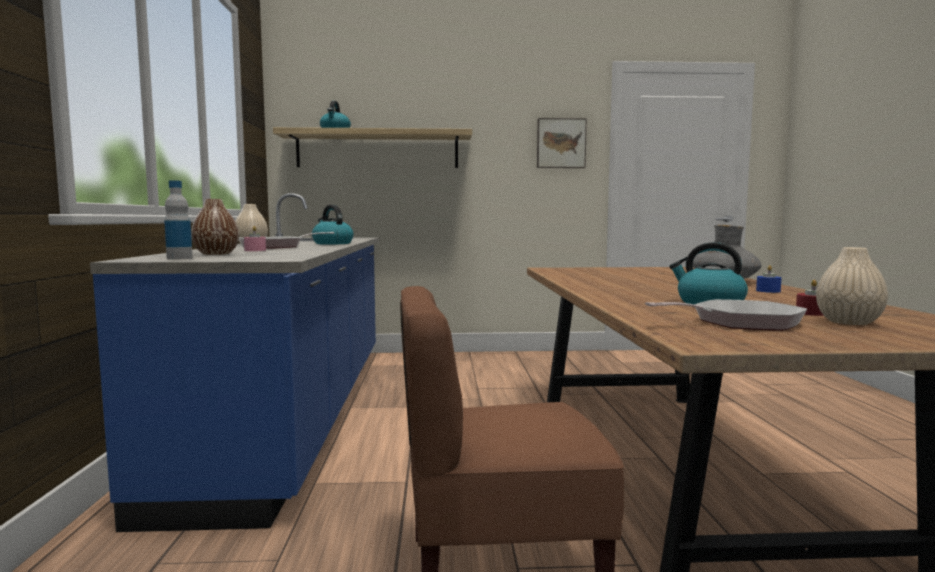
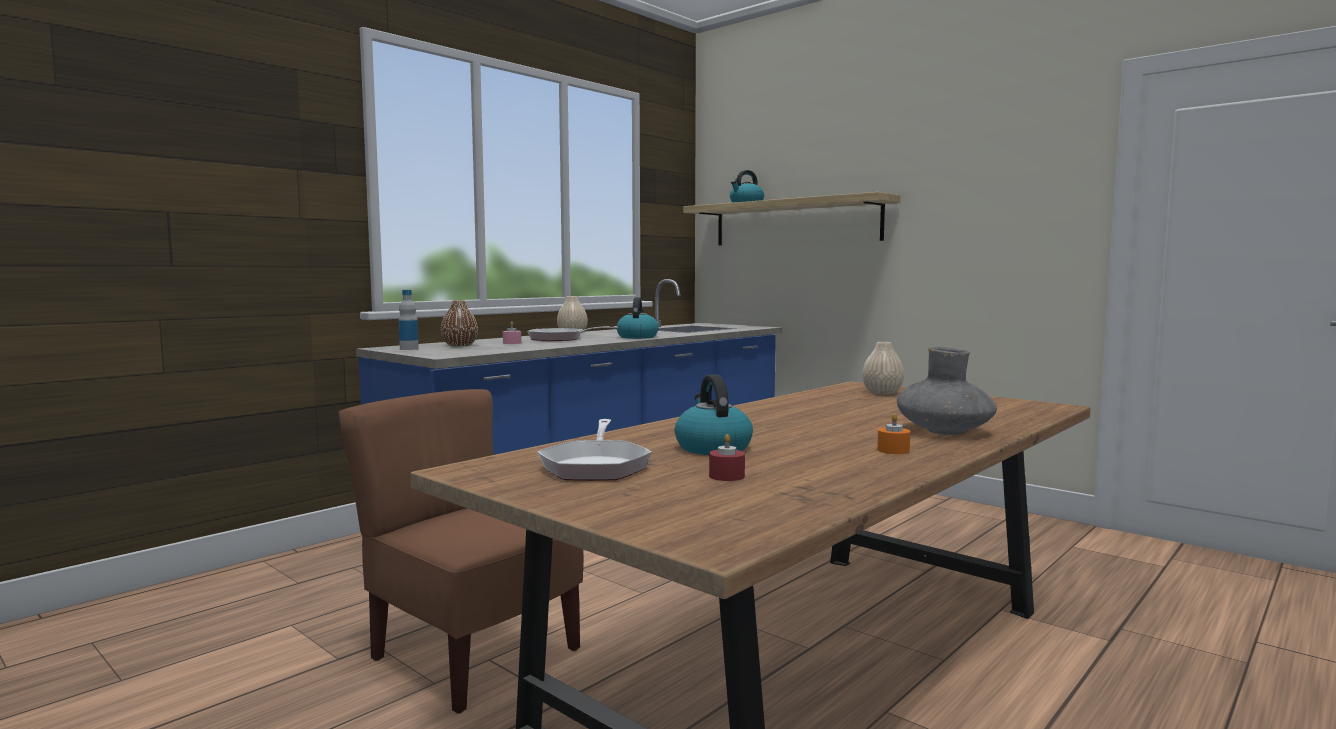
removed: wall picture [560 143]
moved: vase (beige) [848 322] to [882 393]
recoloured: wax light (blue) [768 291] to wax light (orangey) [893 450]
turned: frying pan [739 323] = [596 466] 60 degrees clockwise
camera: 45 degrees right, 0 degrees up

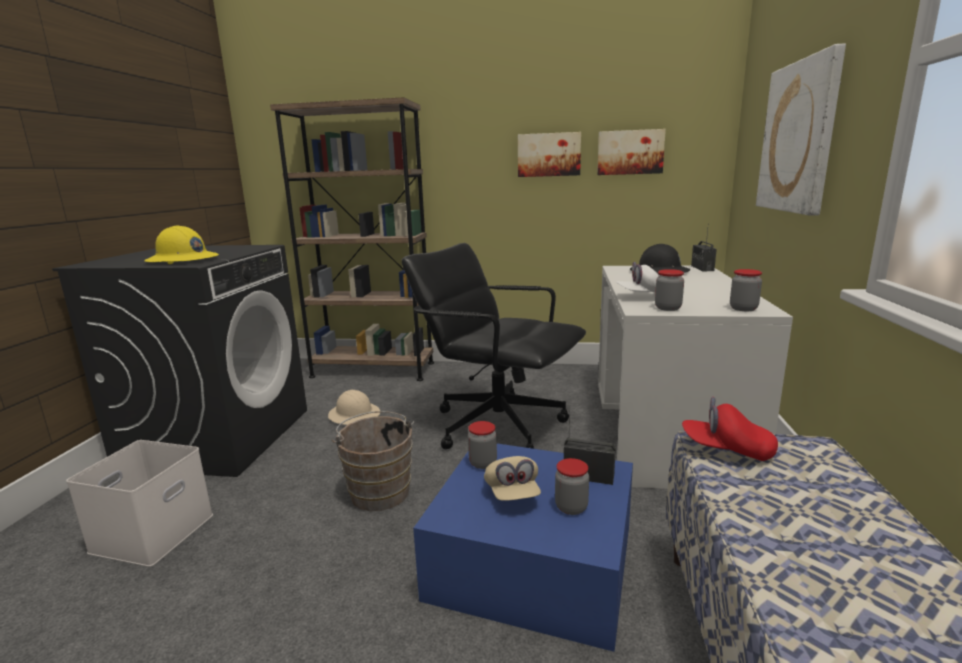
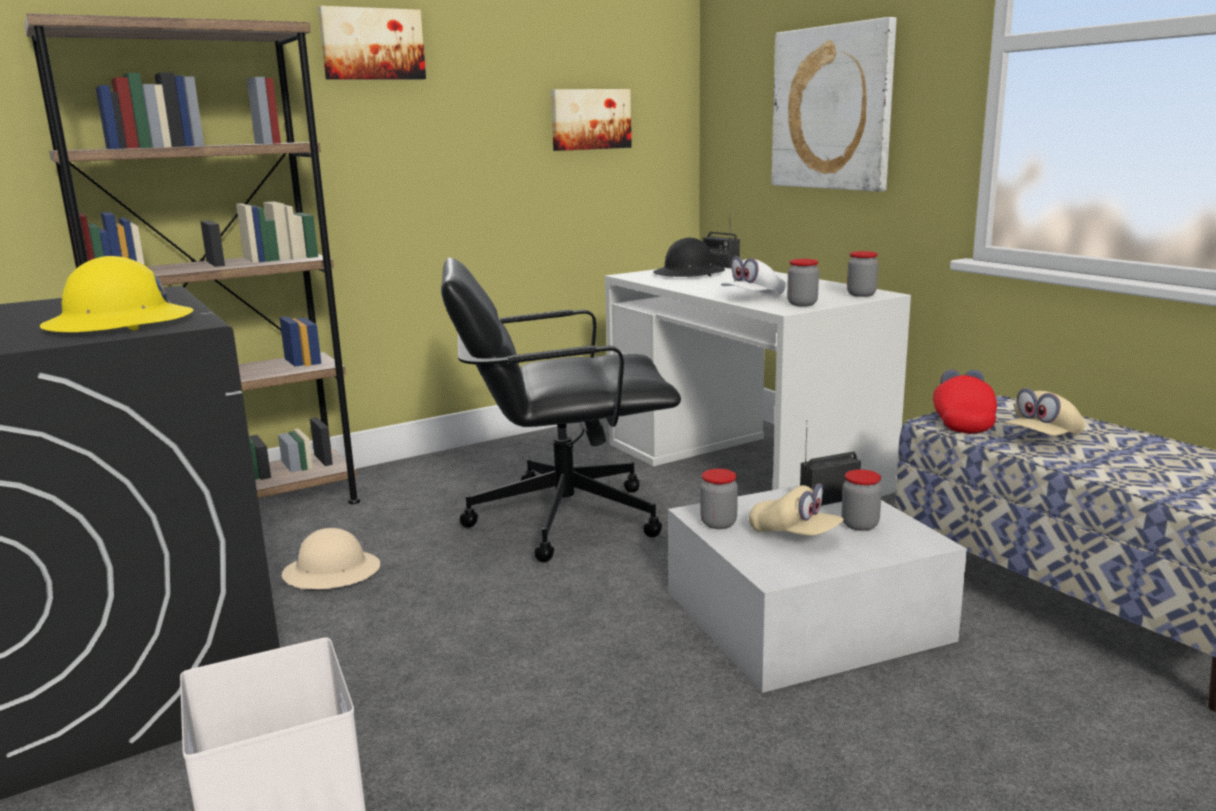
removed: bucket (brown-coloured) [379 490]
added: cap (beige) [1042 439]
moved: wall picture [549 155] to [372 44]
recoloured: storage bin (blue) [532 561] to storage bin (white) [805 615]
turned: cap (reddish) [726 450] = [961 422] 120 degrees clockwise
camera: 40 degrees left, 0 degrees up

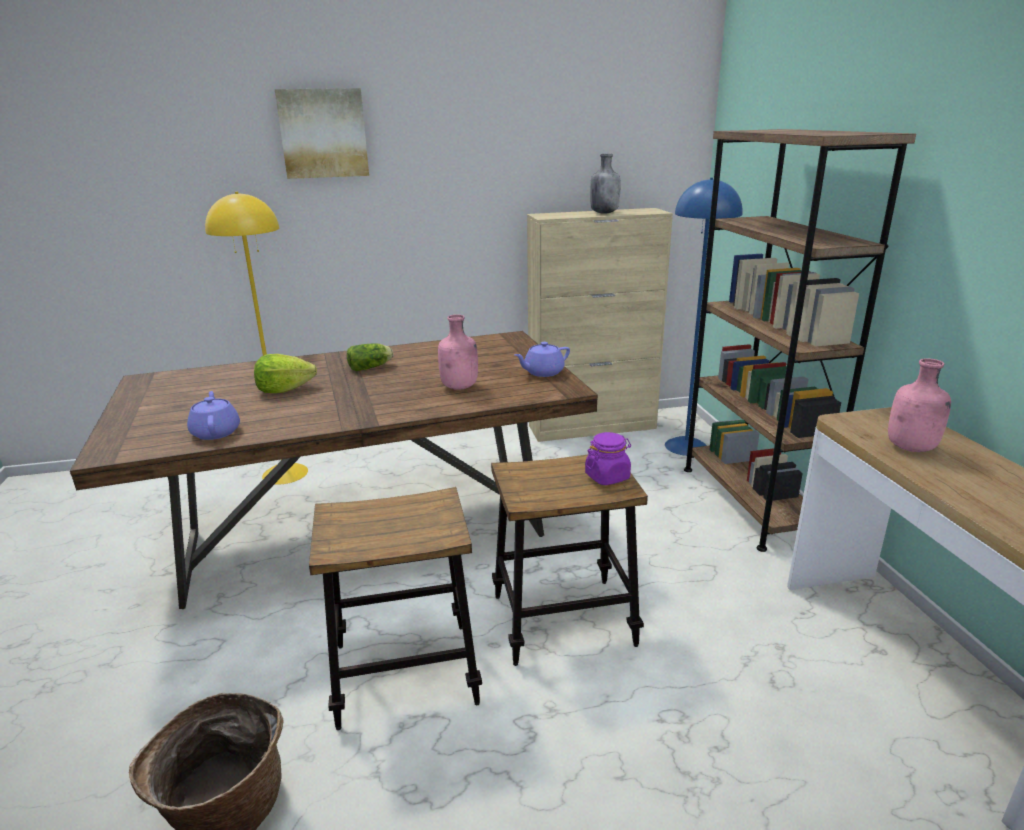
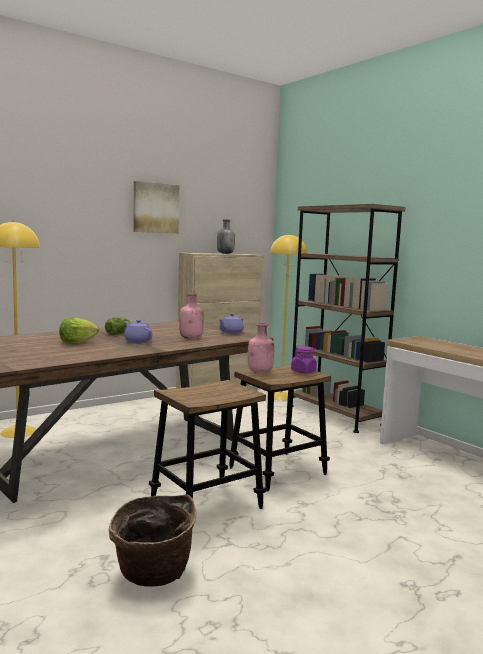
moved: teapot (purple) [216 432] to [137 341]; wall picture [323 133] to [155 208]; beverage bottle (pink-coloured) [911 448] to [260 372]
recoloured: standing lamp (blue) [686 446] to standing lamp (yellowish) [281 396]
camera: 25 degrees left, 15 degrees down

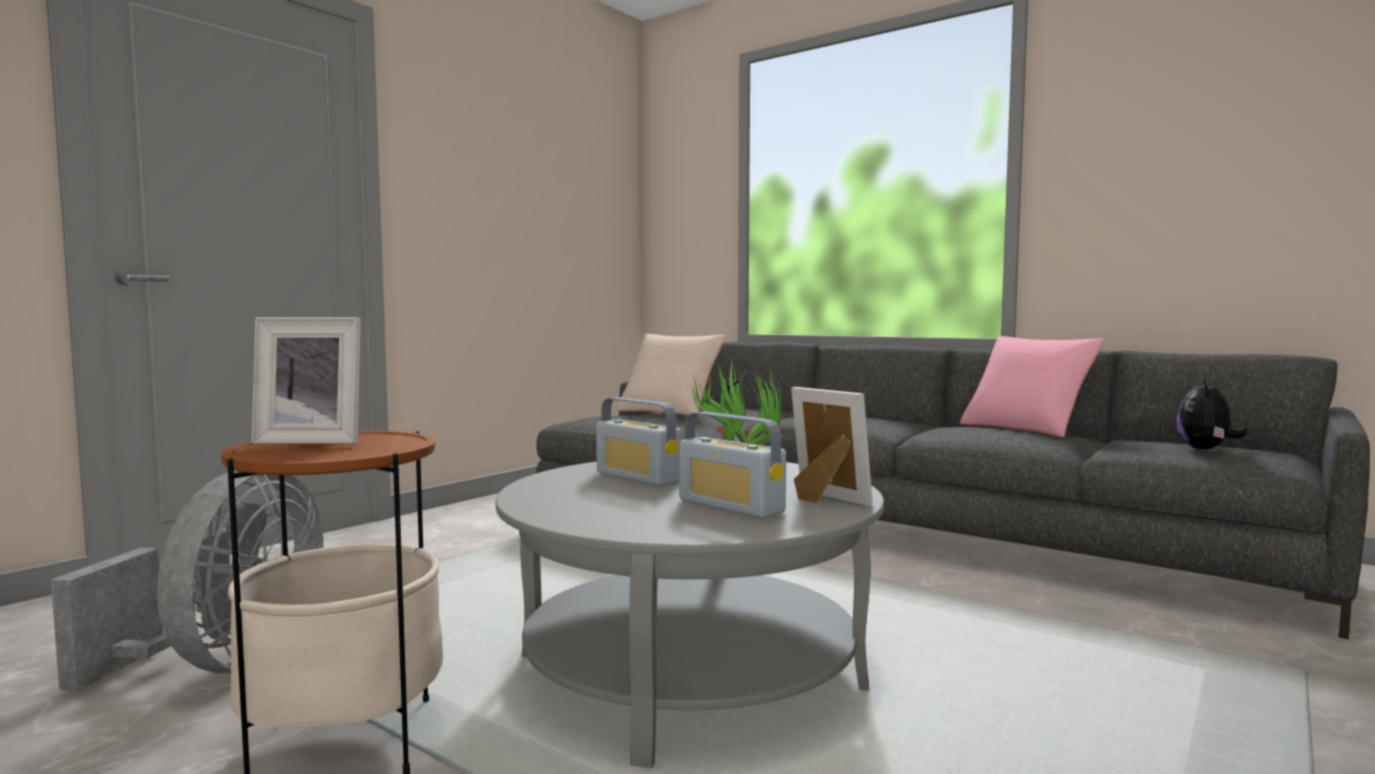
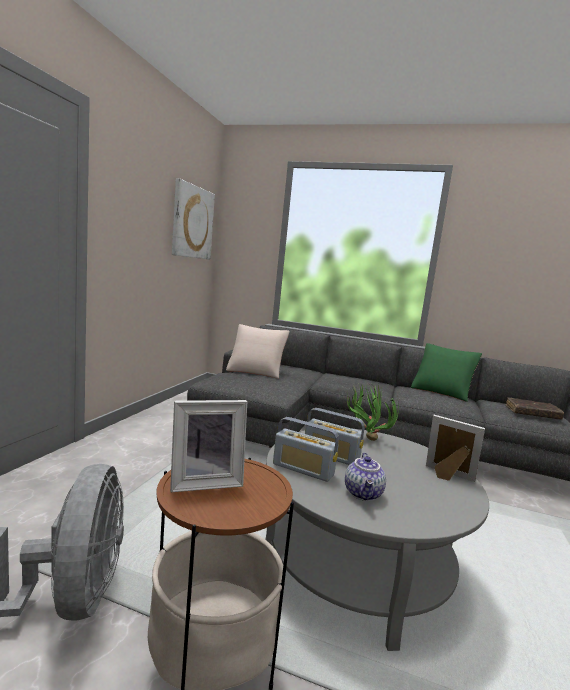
added: wall picture [192 222]; teapot [364 494]
moved: radio receiver [730 506] to [303 469]
replaced: cuddly toy [1206 449] to bound book (brown-coloured) [532 413]
recoloured: cushion (pink-coloured) [1027 428] to cushion (green) [442 391]
camera: 20 degrees left, 5 degrees up

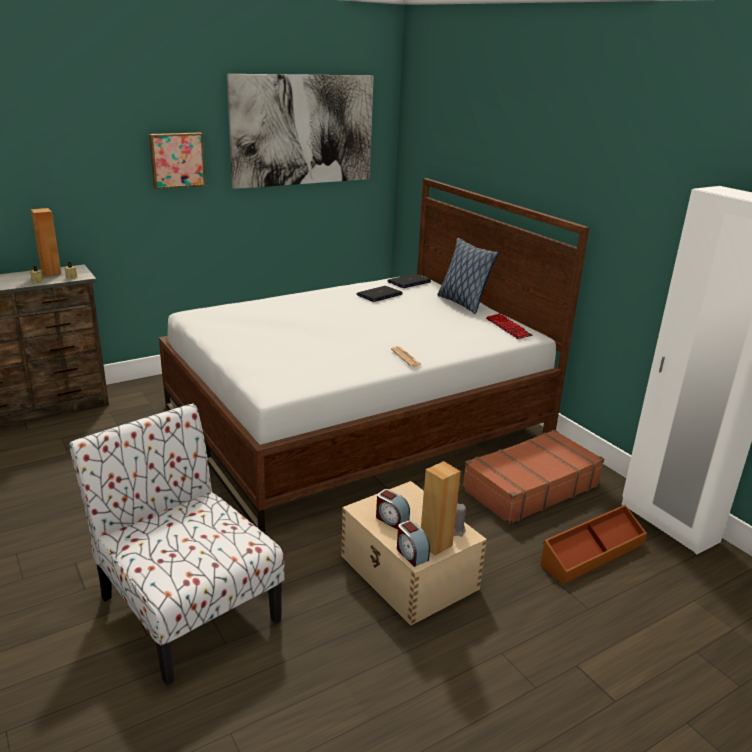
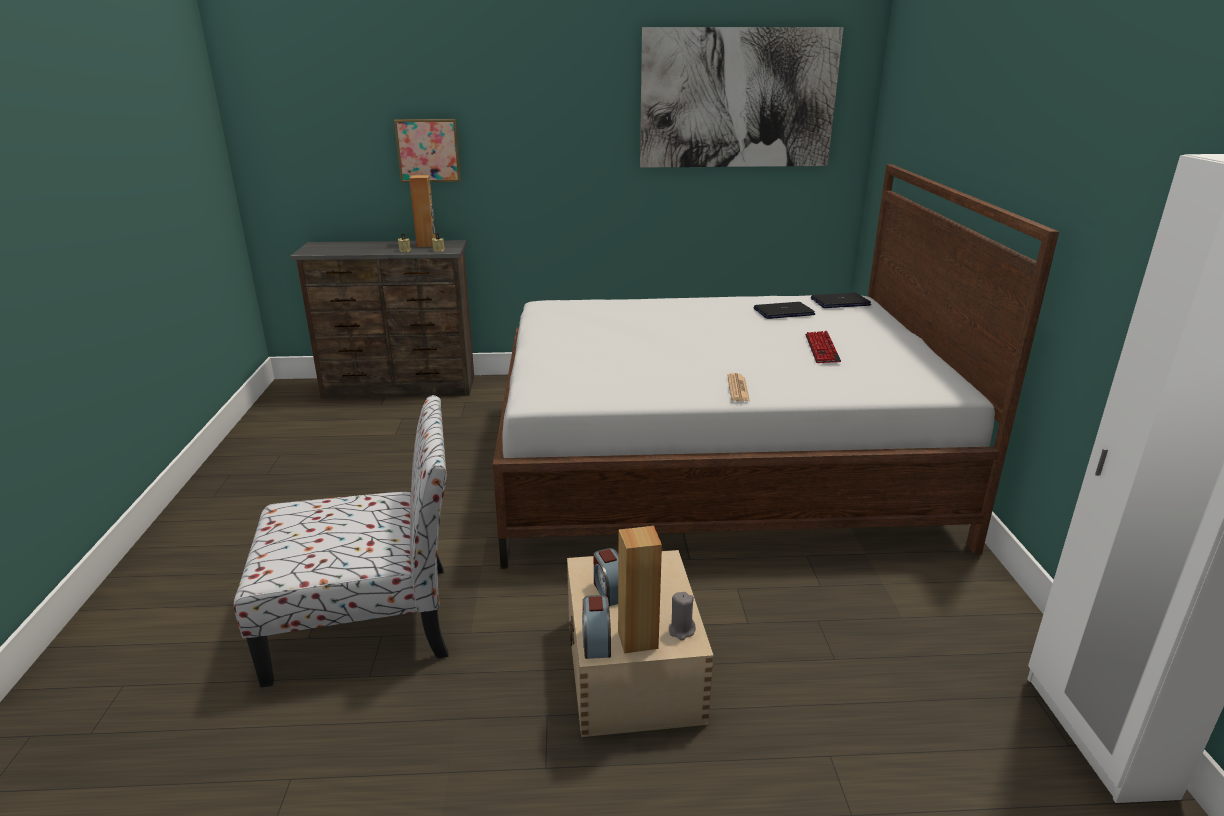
removed: cushion [462 303]; suitcase (brown-coloured) [530 487]; storage bin (brown-coloured) [592 553]
moved: wall picture [177 160] to [428 150]; keyboard [508 327] to [822 349]
turned: upright chair [187 606] = [367 621] 90 degrees clockwise
camera: 30 degrees right, 0 degrees up

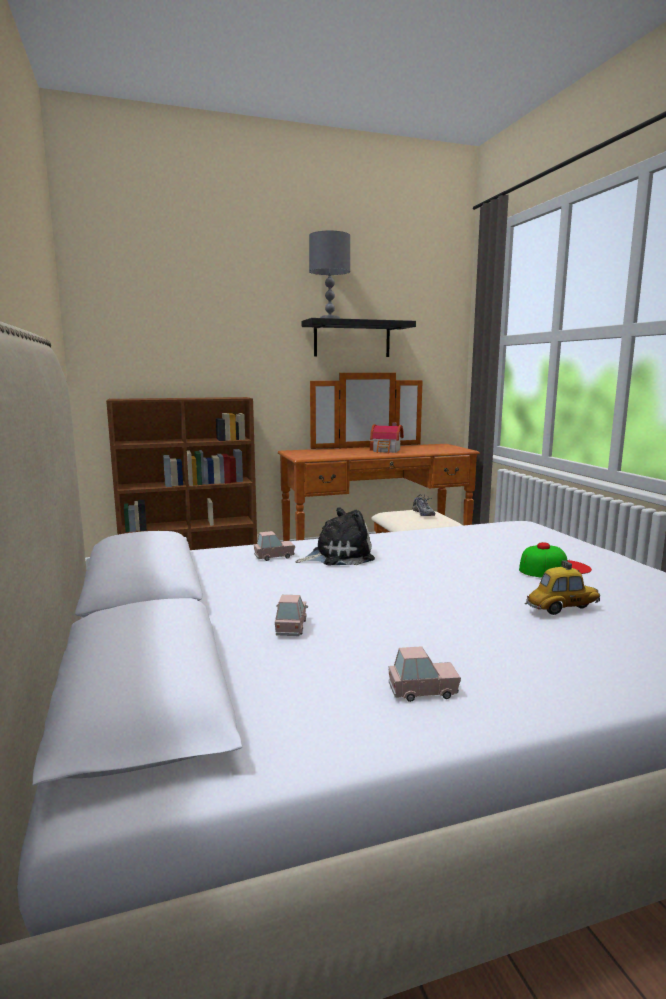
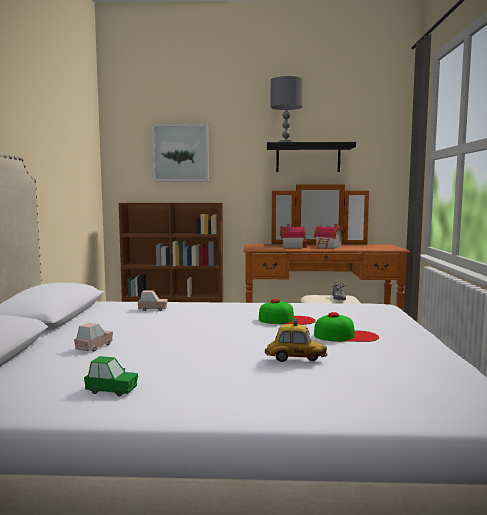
removed: cuddly toy [338 556]
added: wall picture [180 153]; cap [286 320]; toy house [291 247]
recoloured: toy car (pink-coloured) [423 691] to toy car (green) [111 390]
camera: 20 degrees right, 5 degrees down

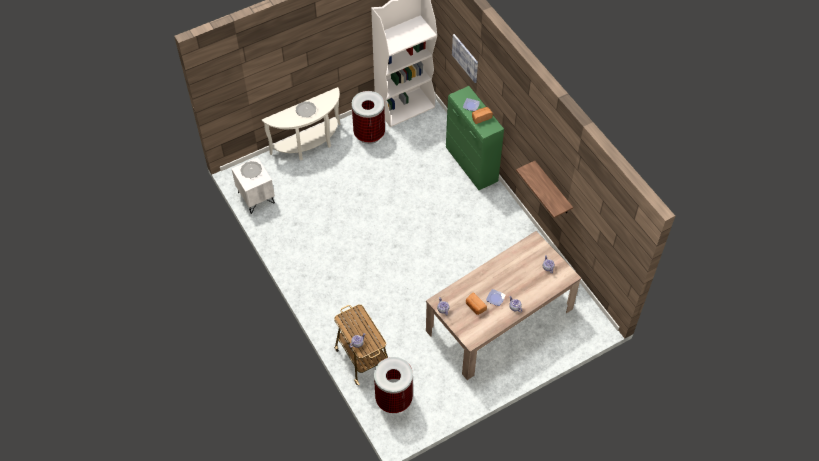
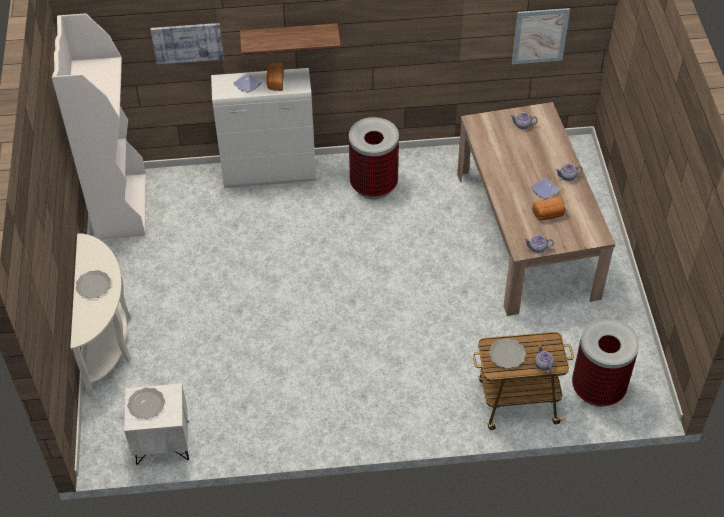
added: plate [507 354]; wall picture [540 36]
moved: bracket shelf [552 188] to [289 37]; trash can [369 134] to [374 185]
recoloured: storage cabinet (green) [472 165] to storage cabinet (white) [270 173]
camera: 65 degrees left, 5 degrees down

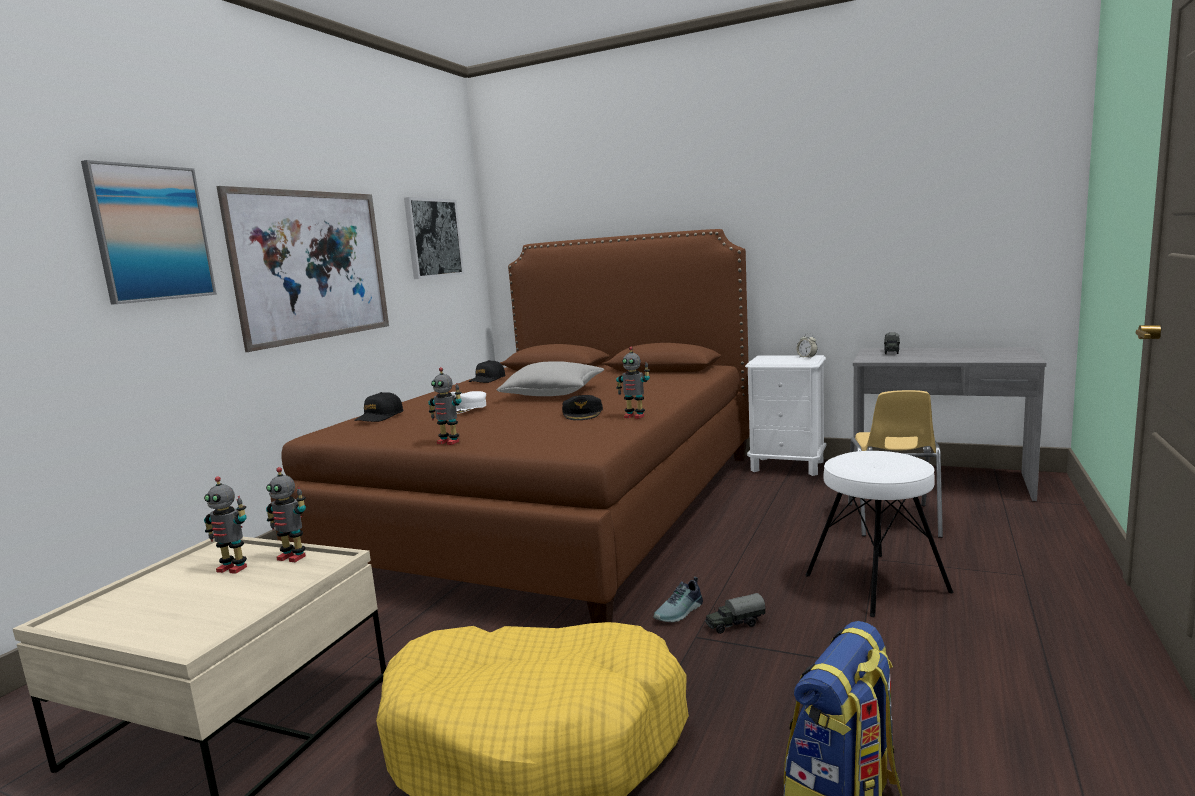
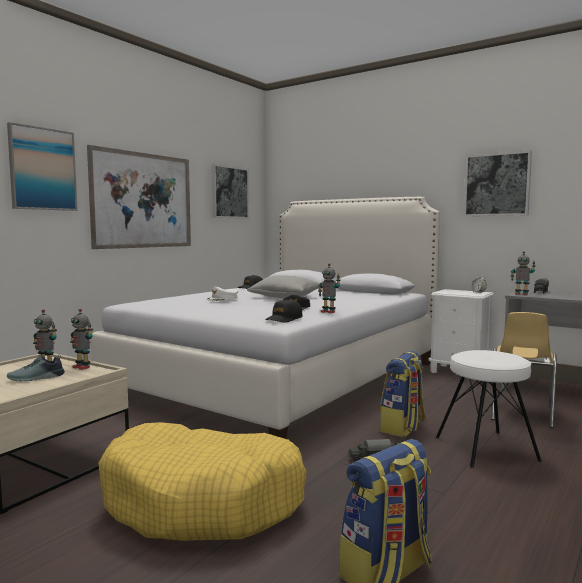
added: backpack [403 427]; wall picture [497 184]
moved: low shoe [680 612] to [36 378]; cap (blackish) [379 417] to [284 319]; toy robot [449 442] to [521 294]
recoloured: bed (brown-coloured) [556 507] to bed (white) [283 378]
camera: 10 degrees right, 5 degrees down

